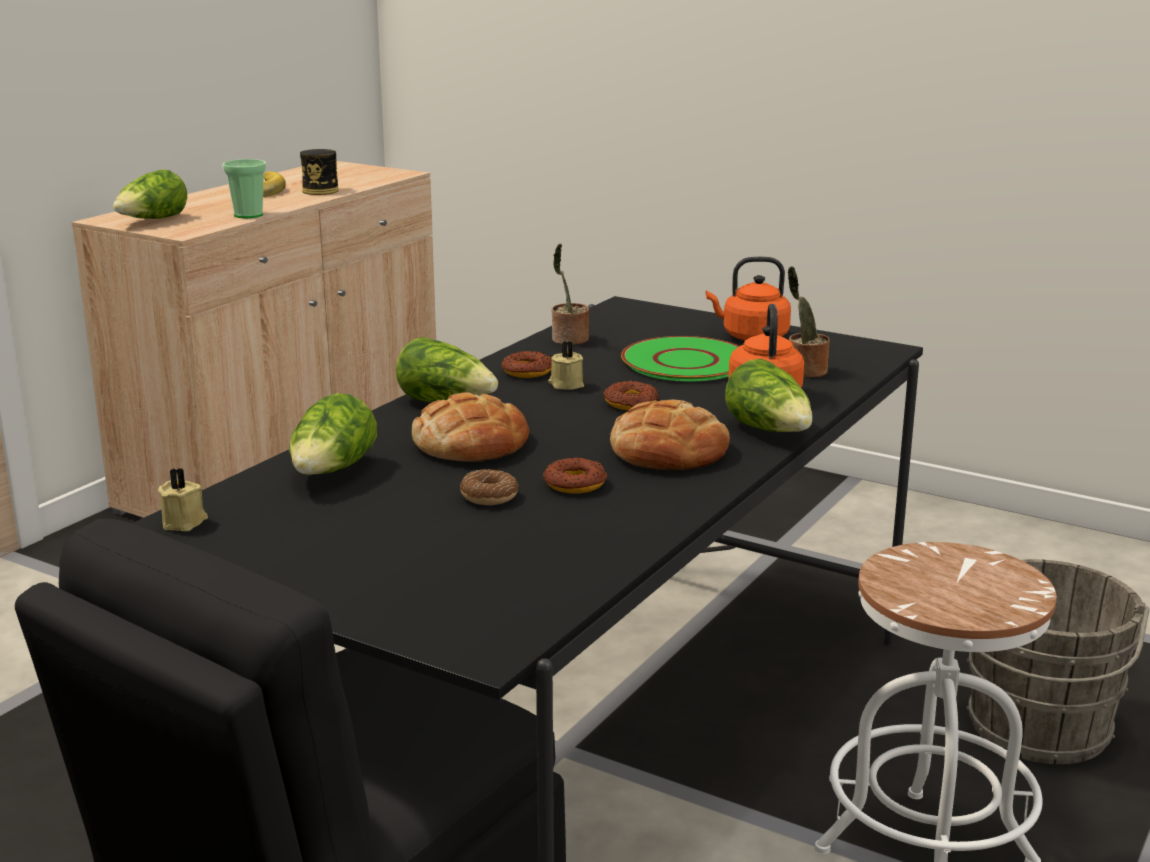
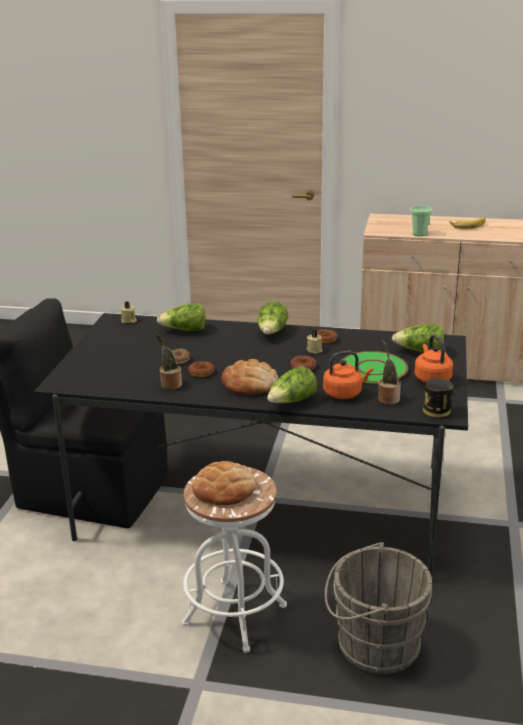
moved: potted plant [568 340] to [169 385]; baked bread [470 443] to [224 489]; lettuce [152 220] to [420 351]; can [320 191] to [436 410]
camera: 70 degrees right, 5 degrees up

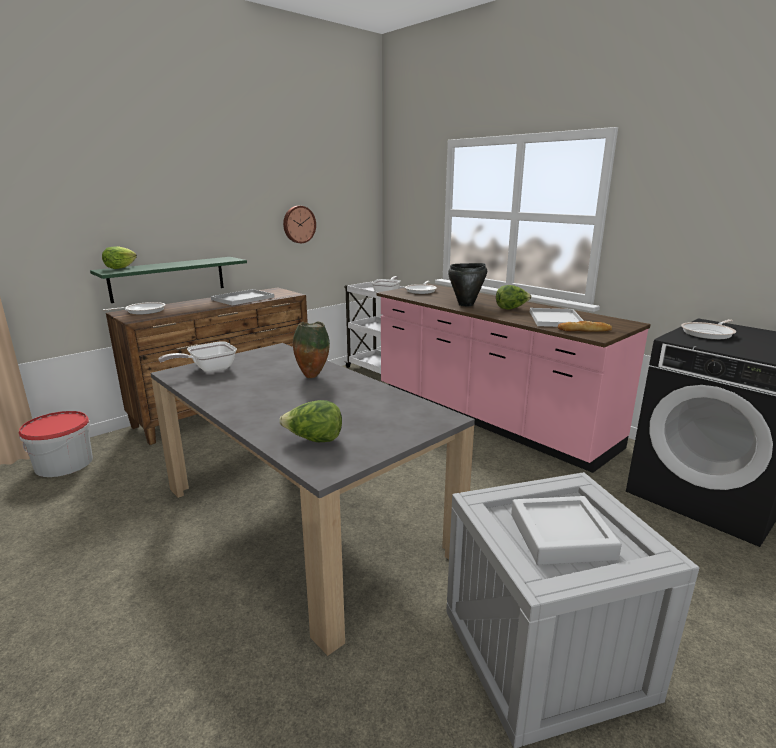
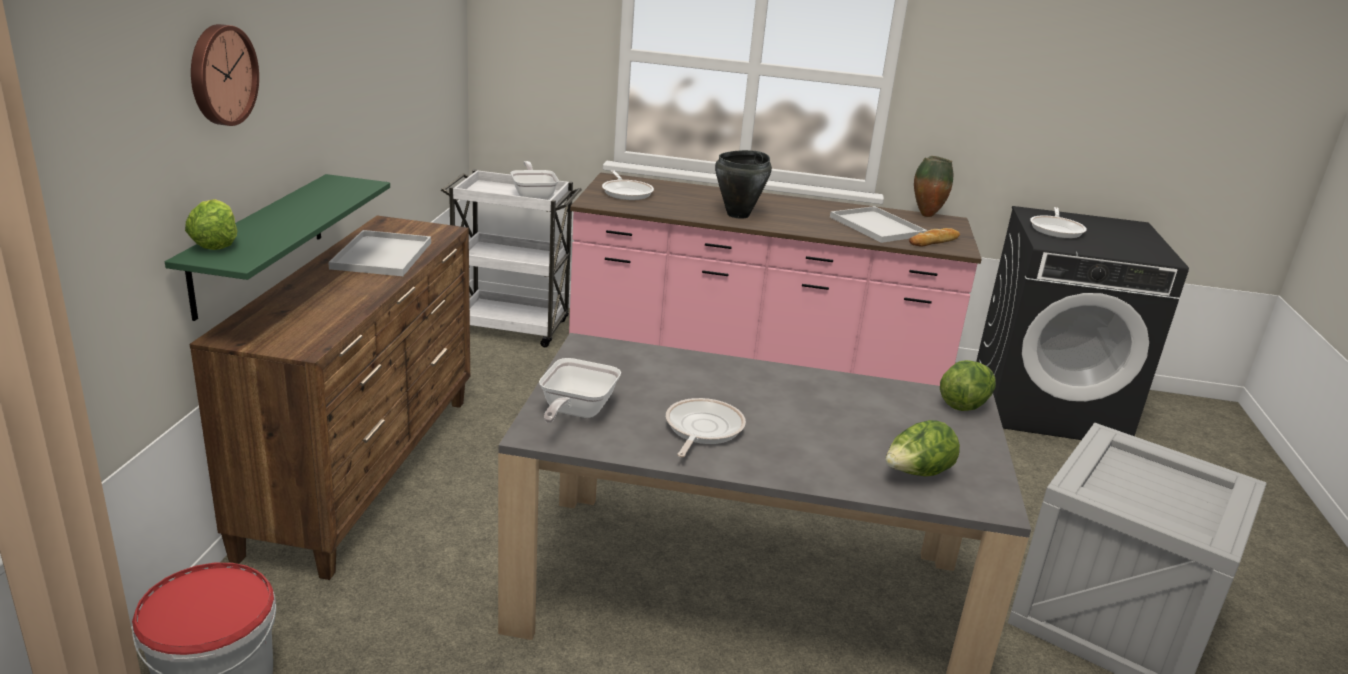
removed: serving tray (gray) [561 536]
moved: hanging clock [298 224] to [220 75]; frying pan [143 311] to [702 429]; vase [312 376] to [926 215]; lettuce [511 308] to [964 404]
camera: 40 degrees left, 5 degrees up

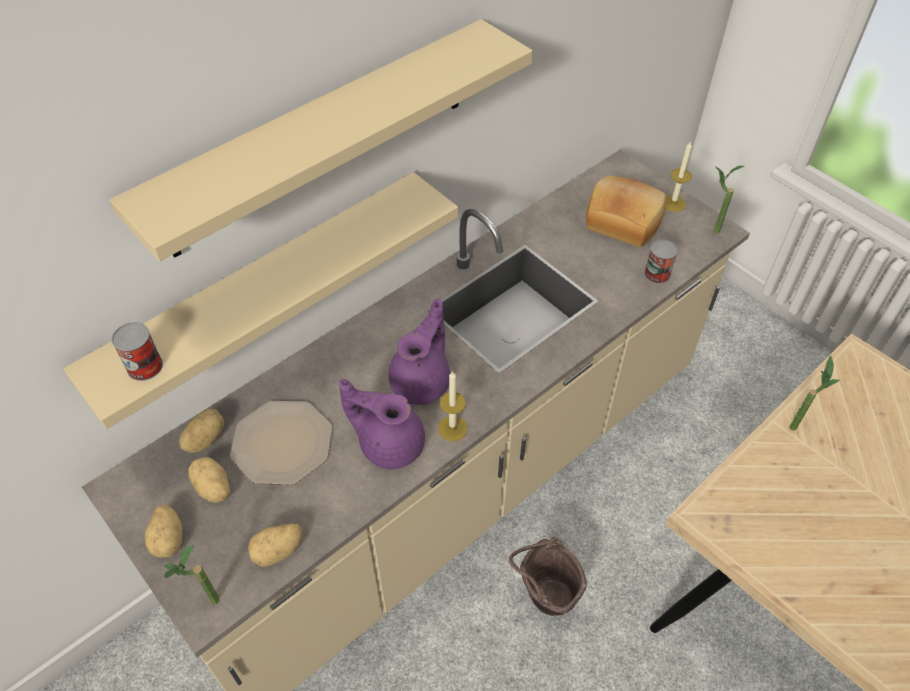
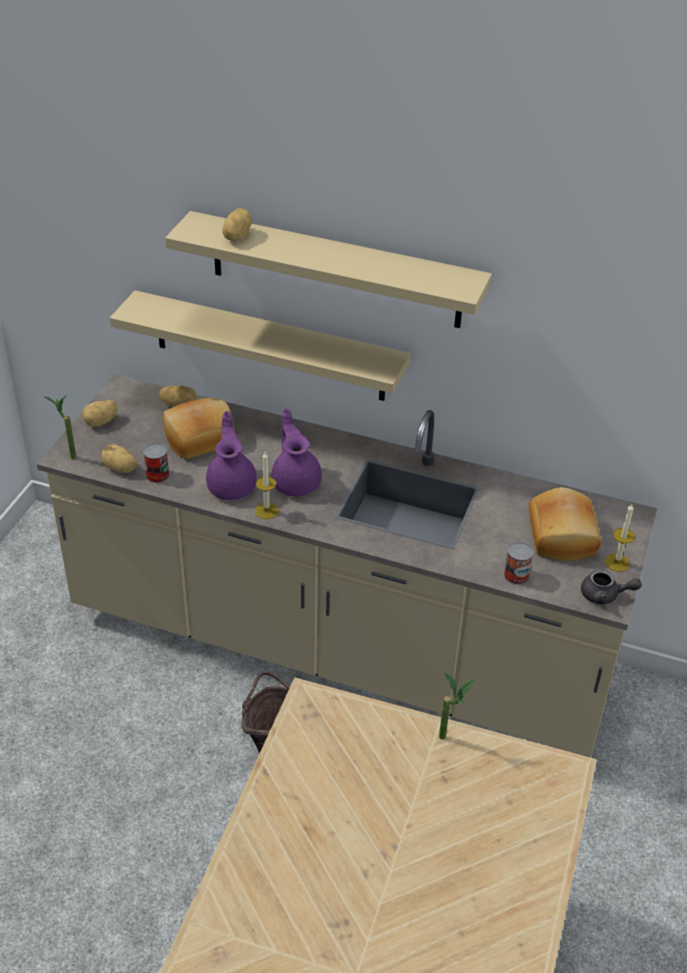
moved: can [145 366] to [157 475]; spud [212 489] to [236 236]
replaced: plate [281 442] to baked bread [199 437]; potted plant [709 230] to teapot (gray) [605 595]
turned: teapot (purple) [422 382] = [296 482] 105 degrees counterclockwise
camera: 60 degrees right, 10 degrees down

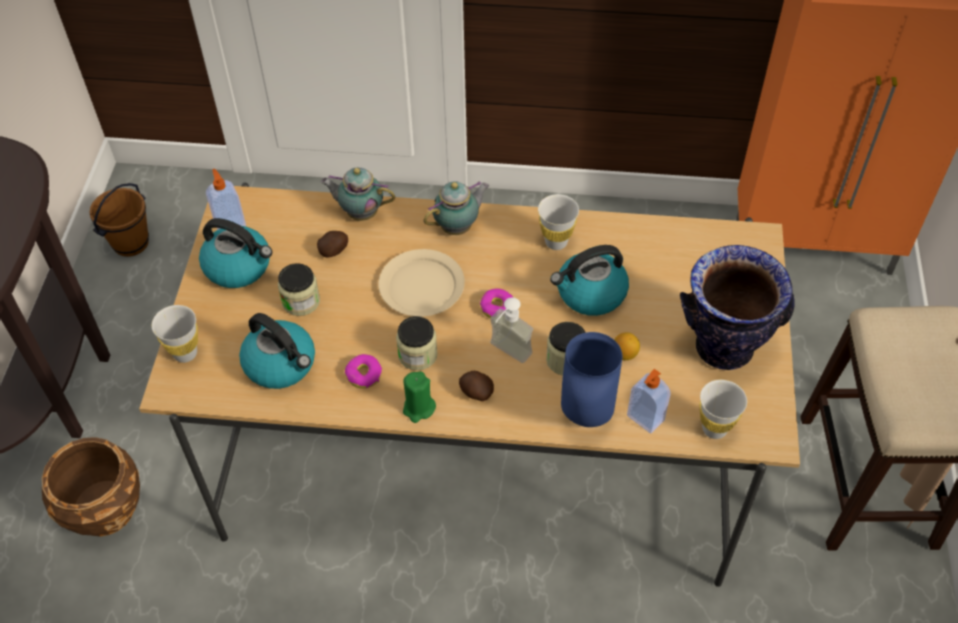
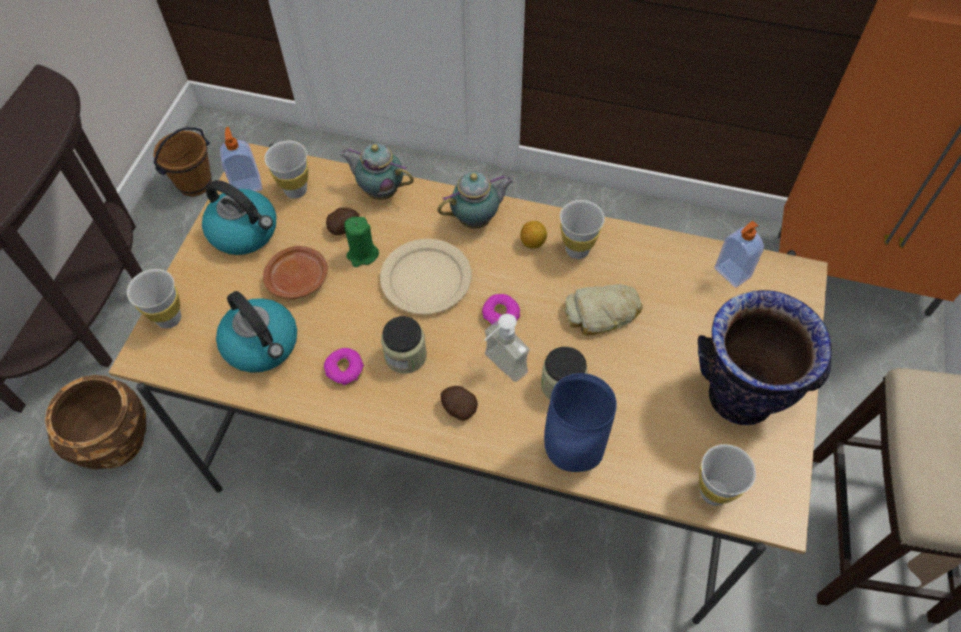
added: cup (white) [296 190]
moved: wax light (green) [418 408] to [362 254]; lemon [625 354] to [533 243]; soap dispenser [644 419] to [731 273]
replaced: storage jar [301 301] to plate (brown-coloured) [298 278]; tea kettle [590 294] to baked bread [603 313]
camera: 10 degrees right, 5 degrees up

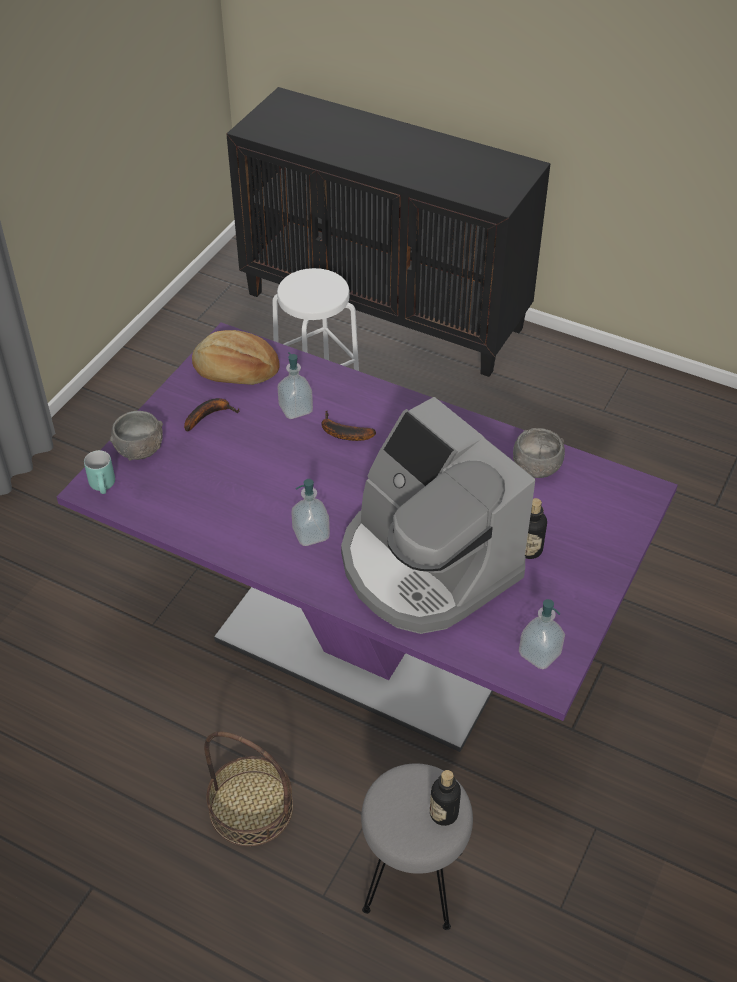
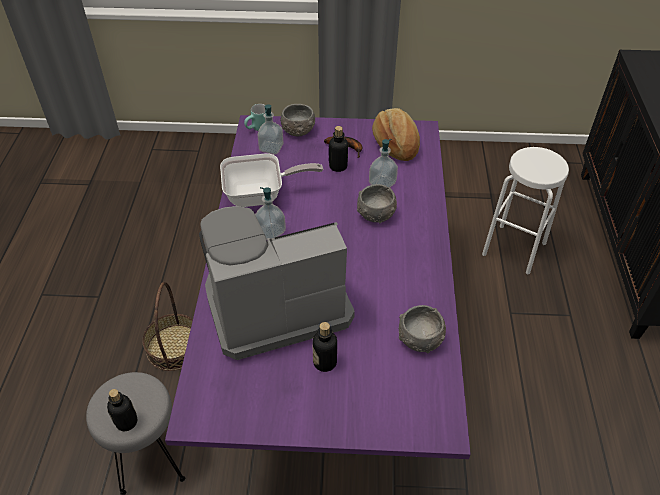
added: frying pan [261 195]; beverage bottle [338 166]
moved: soap dispenser [539 654] to [271 148]
replaced: banana fruit [342 433] to deep dish (gray) [376 214]
turned: coffee brewer [426 565] = [274 303] 45 degrees clockwise
camera: 65 degrees right, 0 degrees up

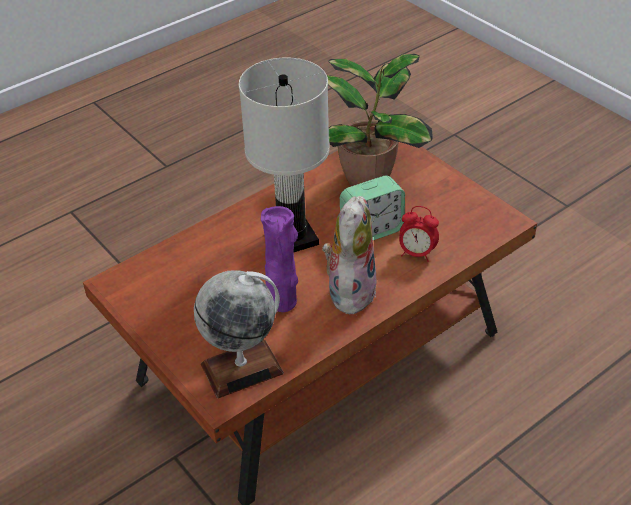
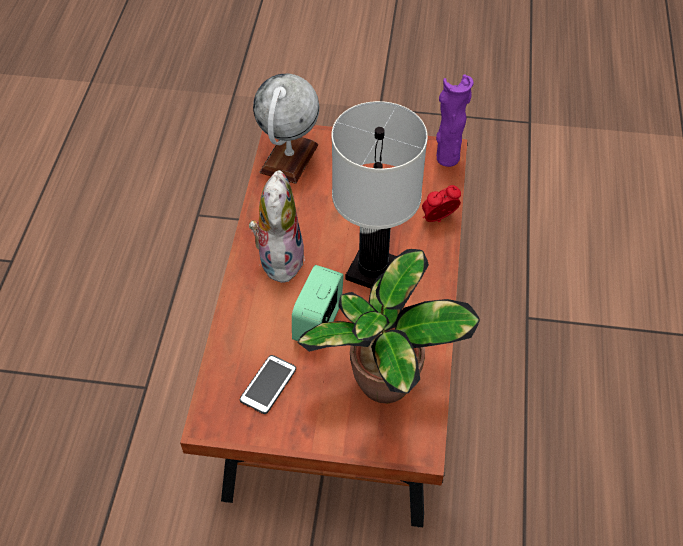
added: phone [268 385]
moved: bedside clock [417 253] to [438 220]; vase (purple) [282 304] to [447 158]
turned: cuddly toy [349 290] = [278 257] 150 degrees counterclockwise
camera: 135 degrees right, 10 degrees up

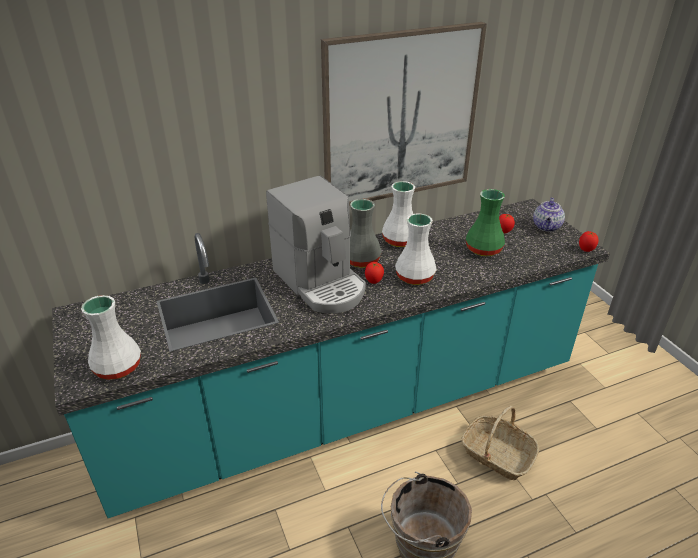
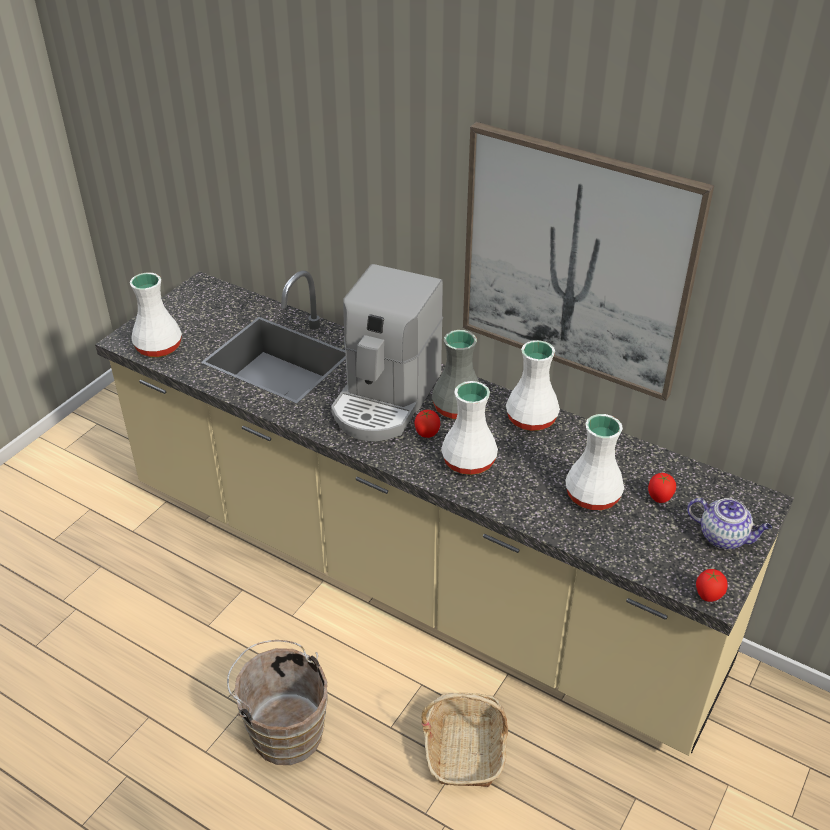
recoloured: kitchen base unit (turquoise-coloured) [349 408] to kitchen base unit (beige) [414 575]; vase (green) [482 249] to vase (white) [592 495]
turned: teapot [546 227] = [724 537] 135 degrees counterclockwise
camera: 55 degrees right, 5 degrees up

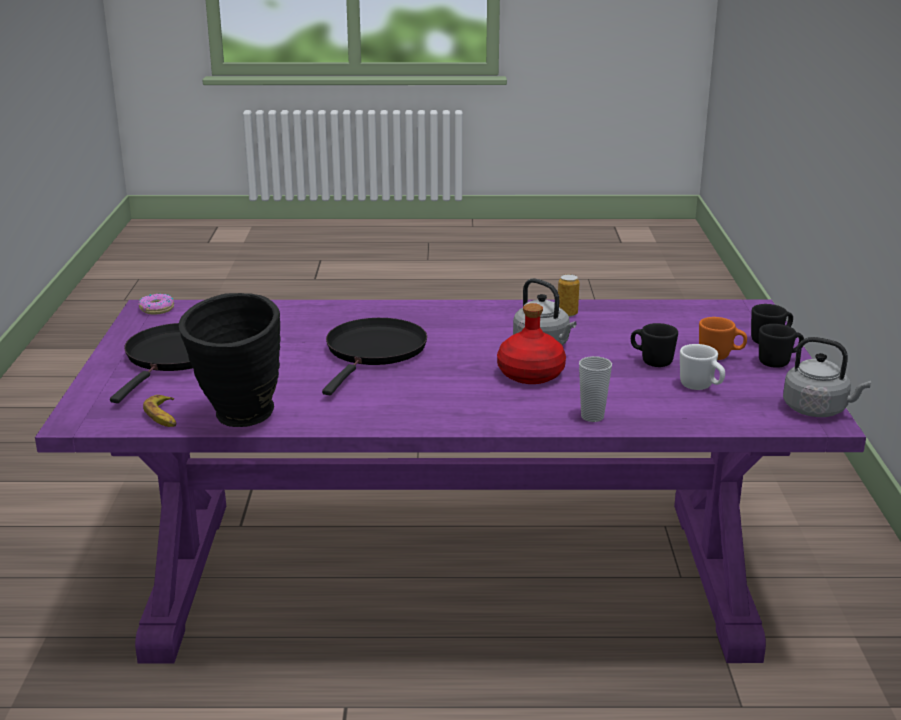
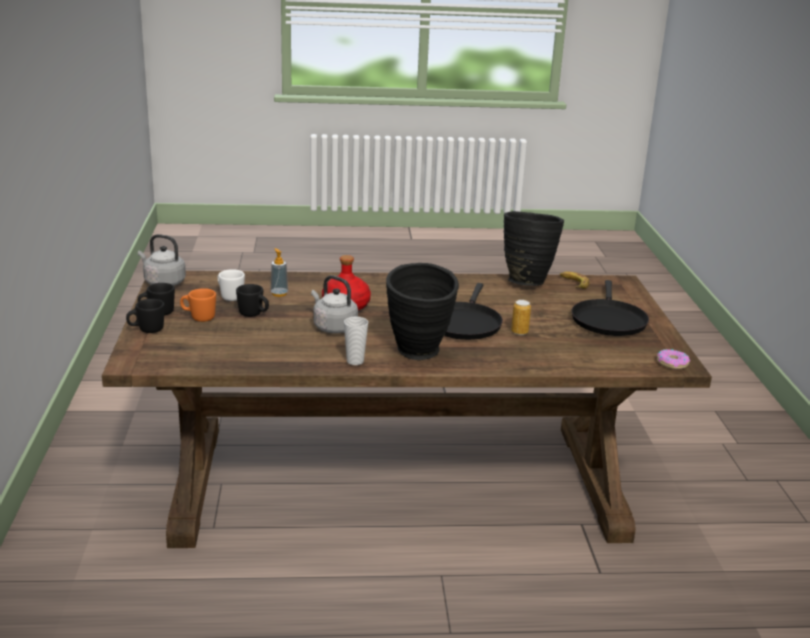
added: soap dispenser [279 293]; vase (blackish) [419 355]
moved: cup [592 417] to [355 361]; can [567 314] to [519 332]
recoloured: dinner table (purple) [451 575] to dinner table (brown-coloured) [396 483]
camera: 175 degrees right, 0 degrees up

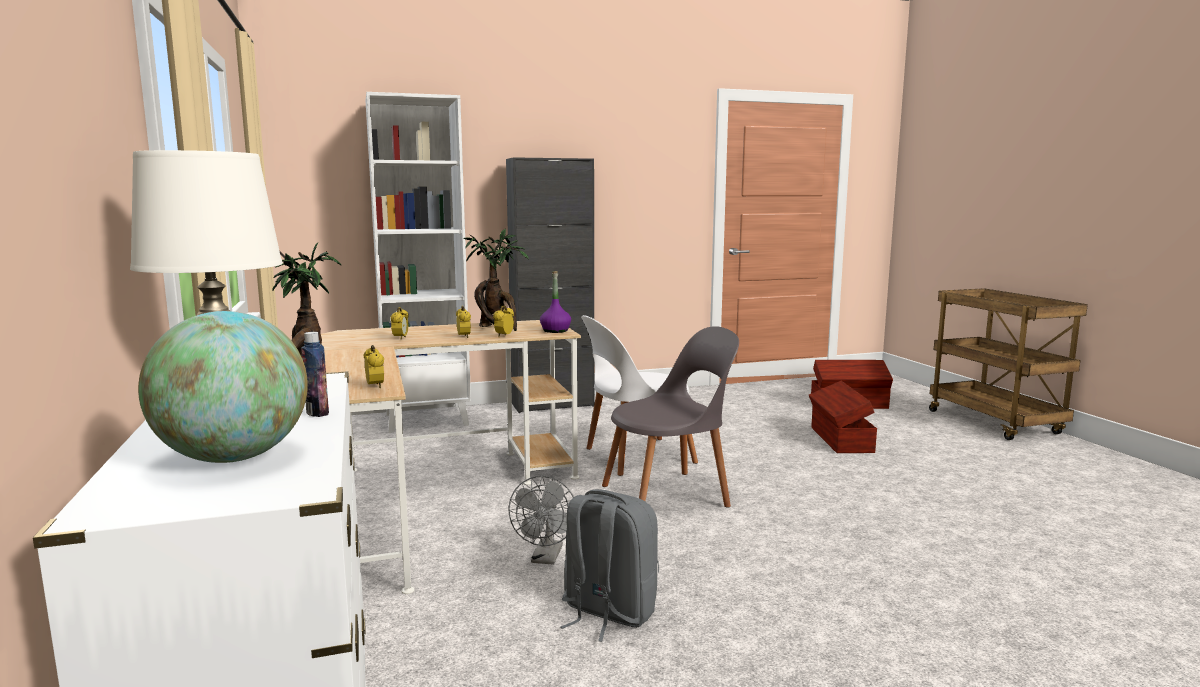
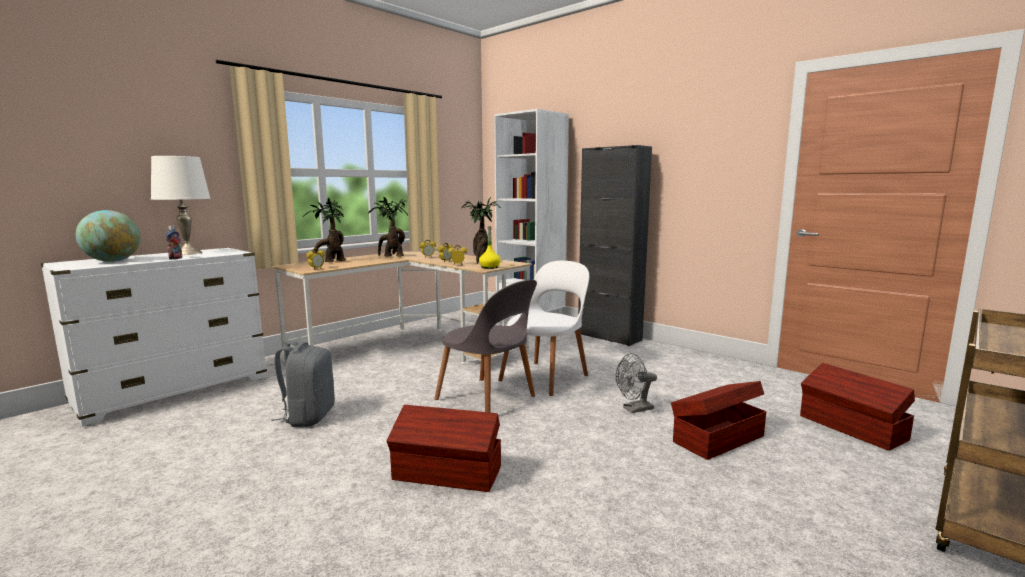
added: potted plant [391 256]; storage bin (brown-coloured) [447 474]
moved: fan (gray) [546 558] to [634 409]
recoloured: beverage bottle (purple) [555 331] to beverage bottle (yellowish) [489 267]
turned: upright chair (white) [635 456] = [546 376] 90 degrees clockwise
camera: 60 degrees right, 0 degrees up

